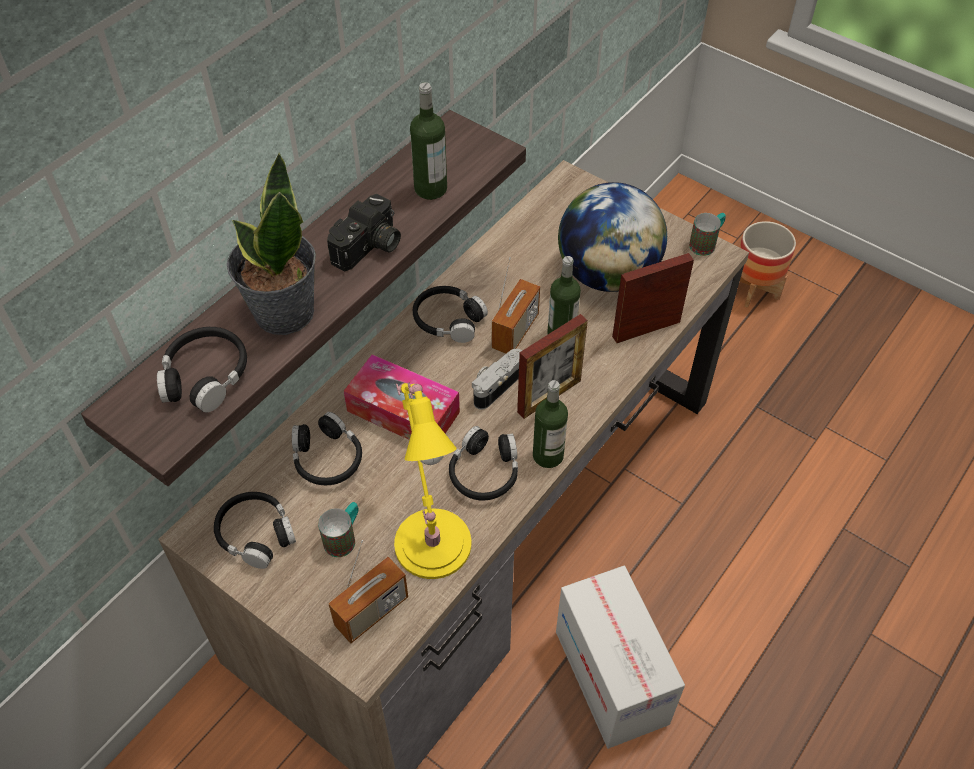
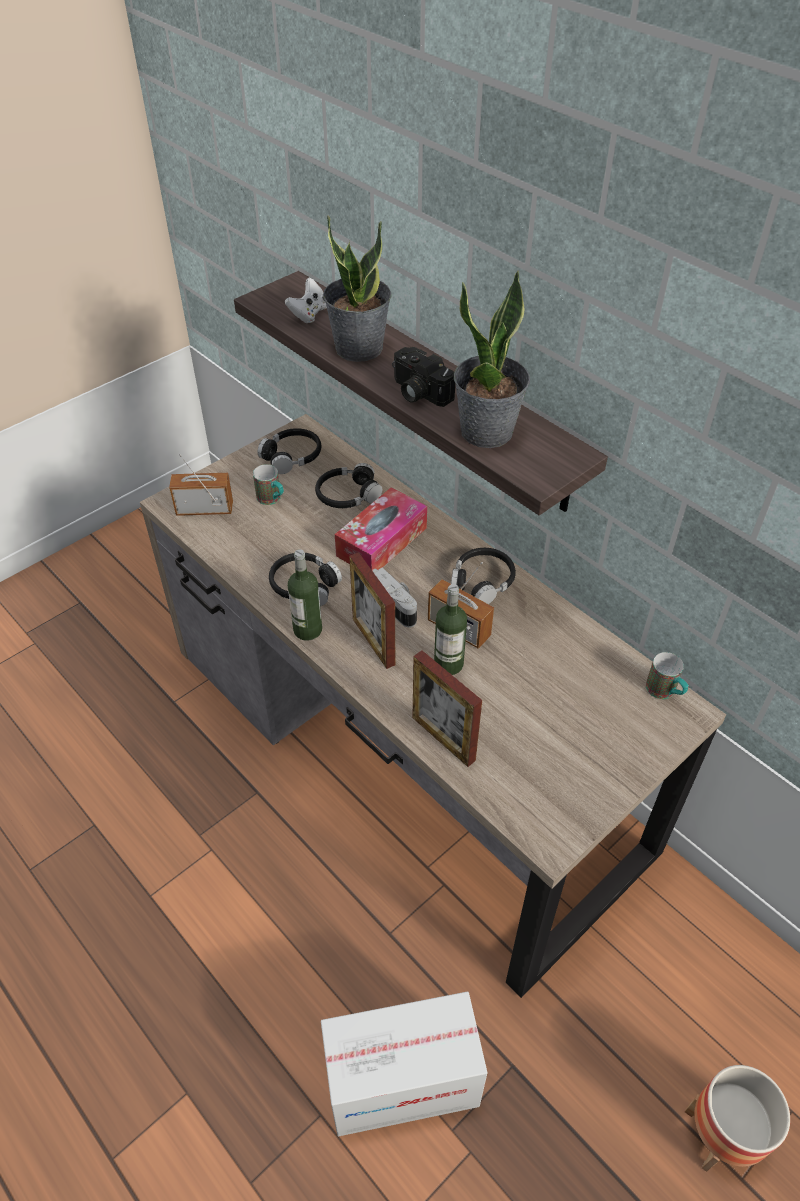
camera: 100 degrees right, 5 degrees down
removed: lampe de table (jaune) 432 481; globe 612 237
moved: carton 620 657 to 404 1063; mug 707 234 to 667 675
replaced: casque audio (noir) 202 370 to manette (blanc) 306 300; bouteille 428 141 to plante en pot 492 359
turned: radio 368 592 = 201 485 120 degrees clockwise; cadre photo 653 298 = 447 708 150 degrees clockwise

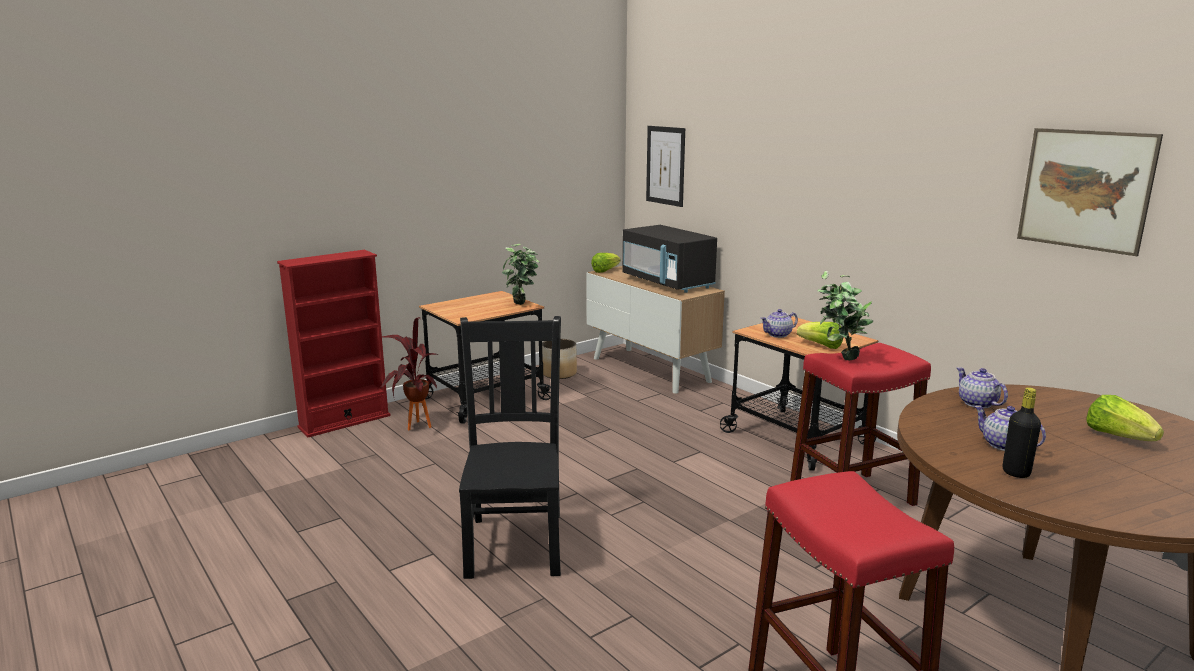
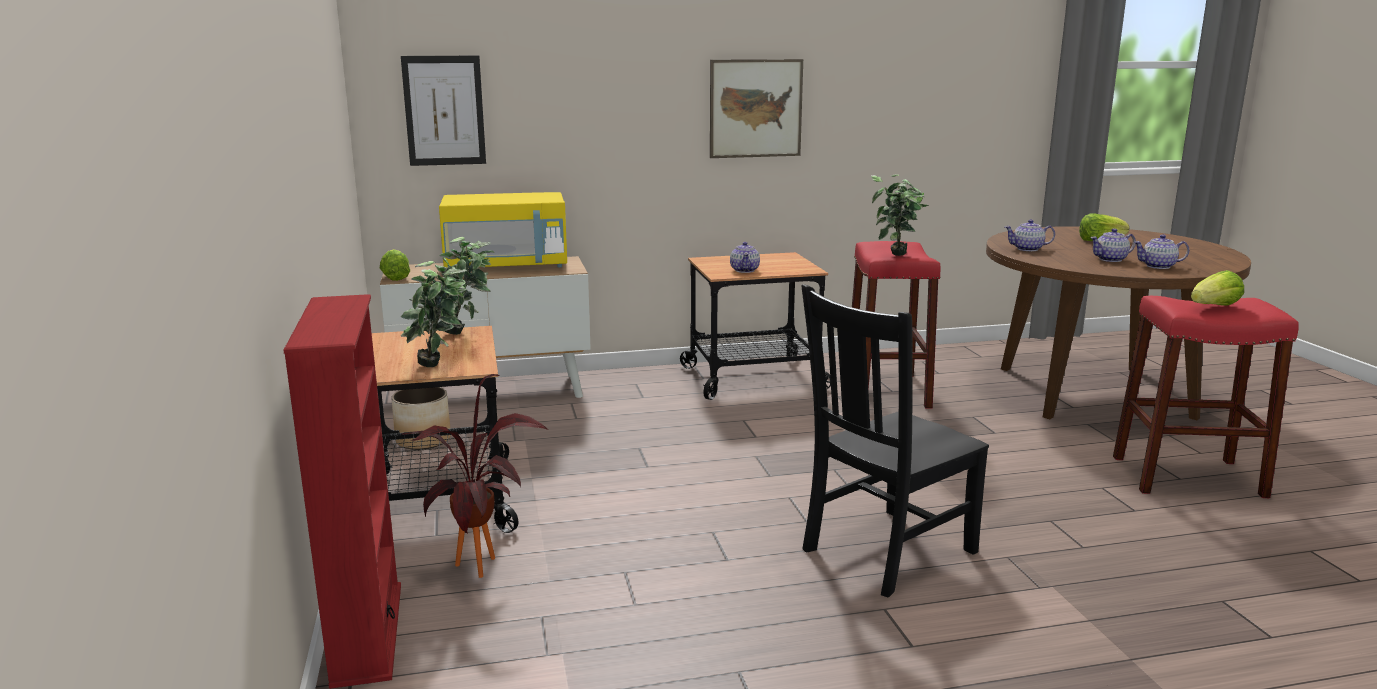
camera: 65 degrees left, 0 degrees up
added: plante en pot 434 314
moved: laitue 820 335 to 1217 288; tableau 1090 192 to 756 108
replaced: bouteille (noir) 1021 432 to théière 1161 251
recoloured: micro-ondes (noir) 670 259 to micro-ondes (jaune) 503 229
turned: chaise (noir) 510 447 = 895 441 60 degrees counterclockwise

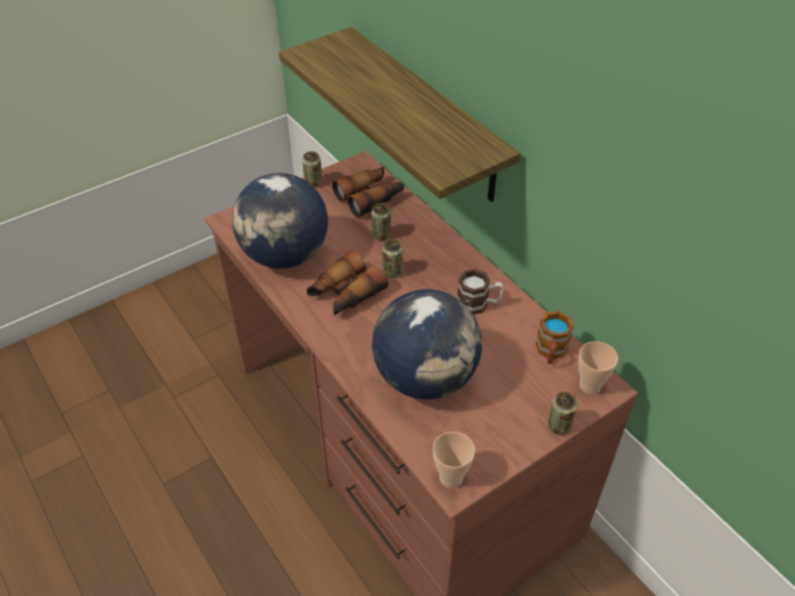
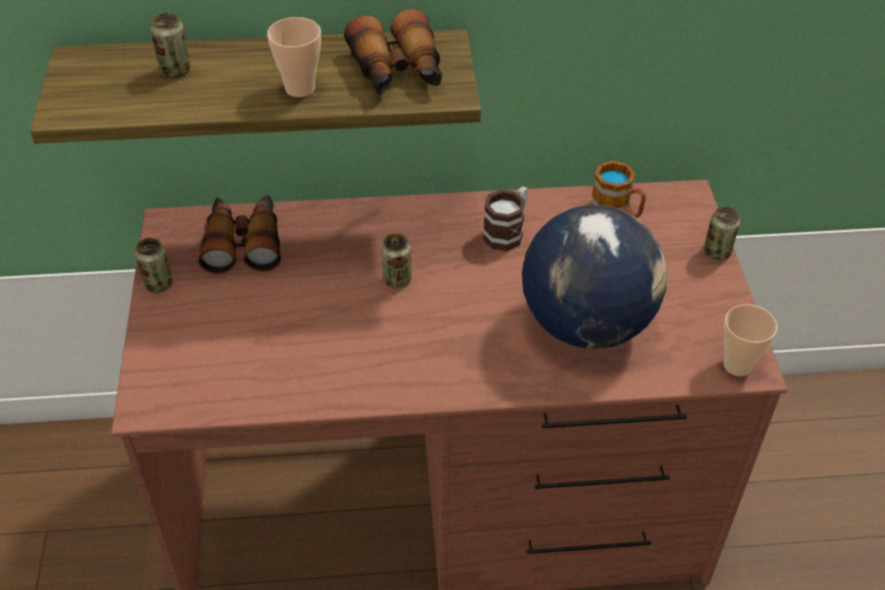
camera: 60 degrees left, 0 degrees up
removed: globe 280 221
moved: jumelles 347 282 to 393 52; boîte métallique 381 221 to 170 45; tasse 598 367 to 294 57

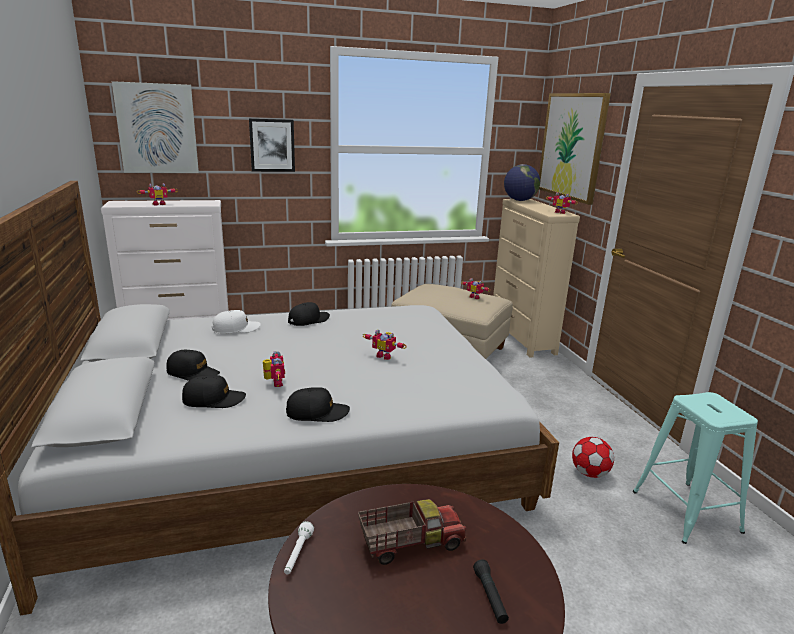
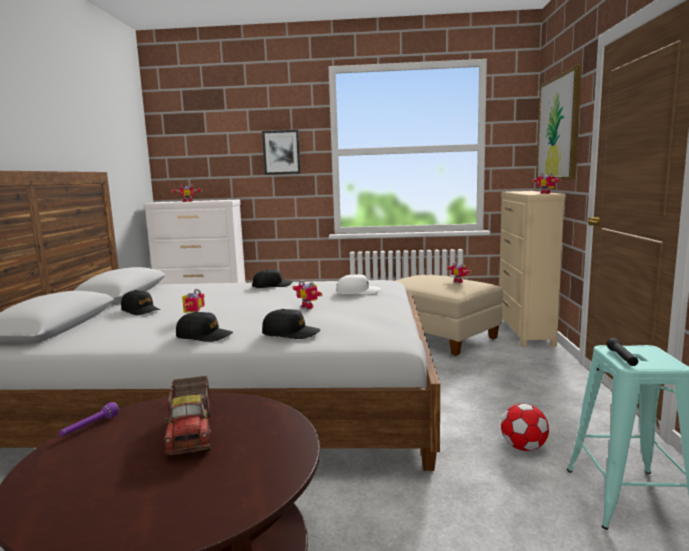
camera: 20 degrees right, 10 degrees down
removed: tableau 155 127; globe 522 182
moved: casquette (noir) 214 391 to 291 324; casquette (blanc) 236 322 to 358 284; lampe de poche (noir) 491 592 to 622 352
recoloured: lampe de poche (blanc) 299 548 to lampe de poche (violet) 89 419
turned: camion jouet 412 532 = 187 416 75 degrees clockwise

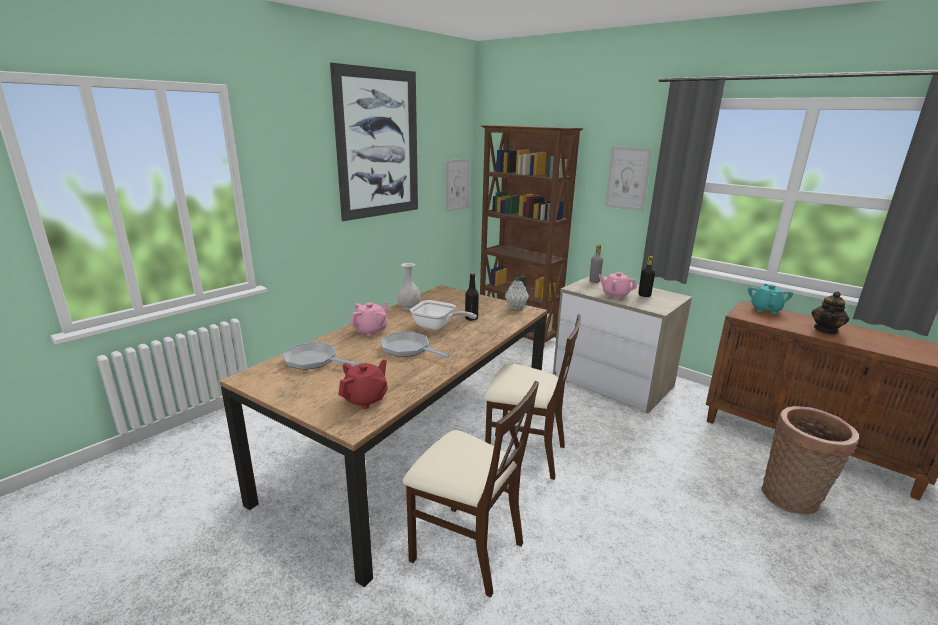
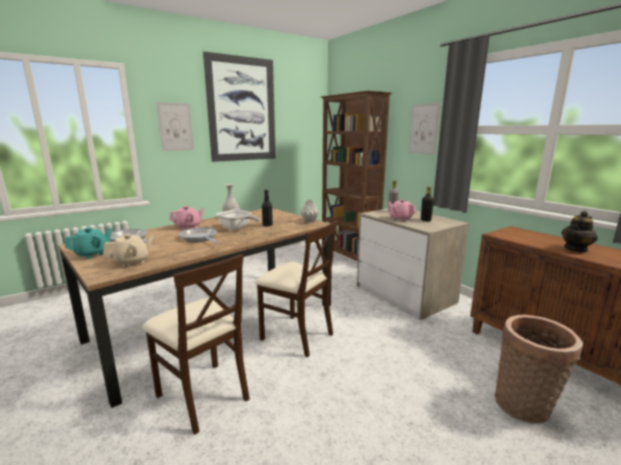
camera: 15 degrees right, 5 degrees down
moved: tableau 458 185 to 175 126; théière (turquoise) 770 299 to 88 243
recoloured: théière (rouge) 363 384 to théière (beige) 128 250

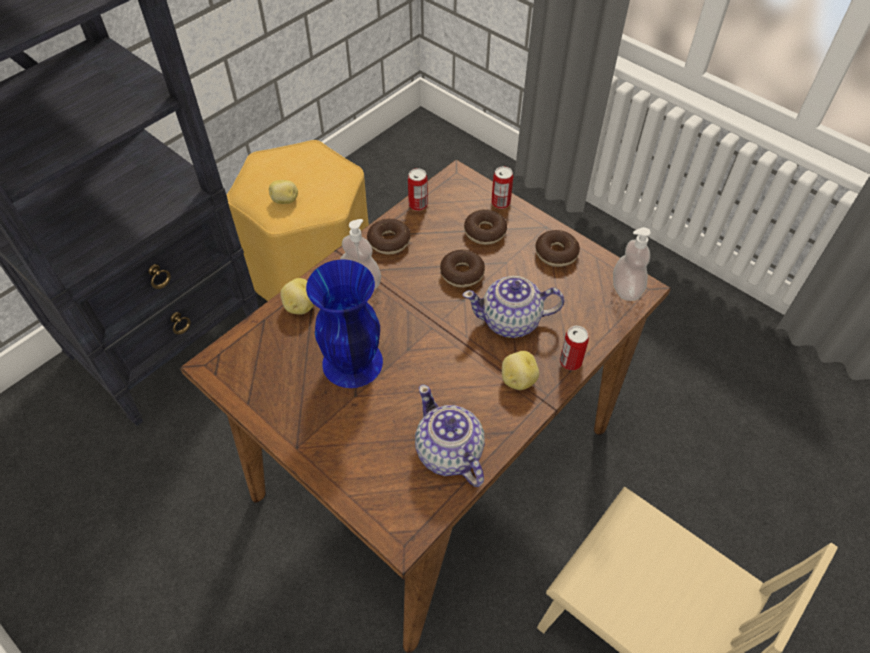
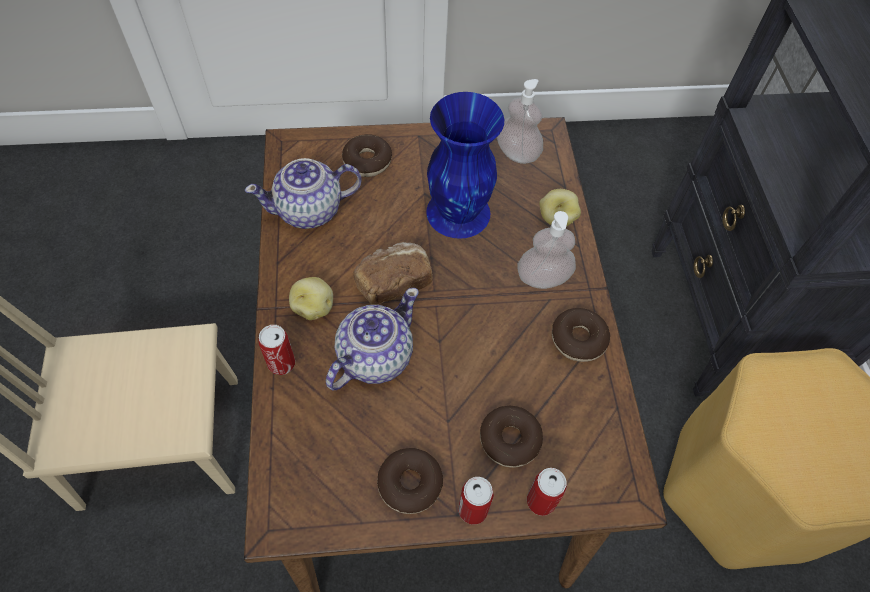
camera: 130 degrees right, 5 degrees up
removed: pomme de terre 283 192
added: pain 393 273
moved: boîte métallique 418 189 to 476 501; beignet 462 269 to 367 155; distributeur de savon 632 264 to 520 121
turned: théière 450 436 = 303 193 150 degrees clockwise

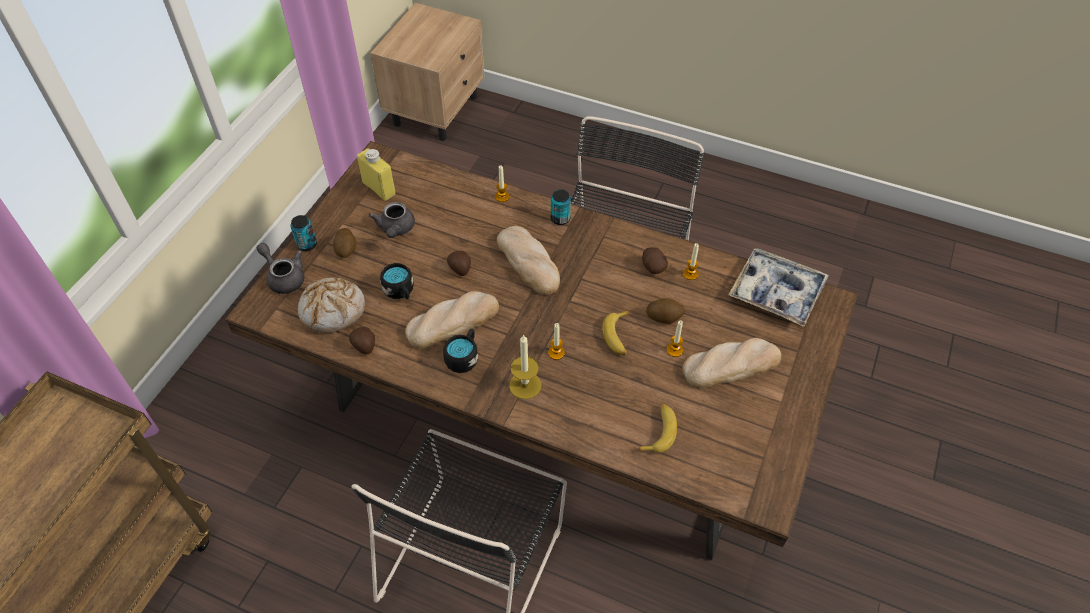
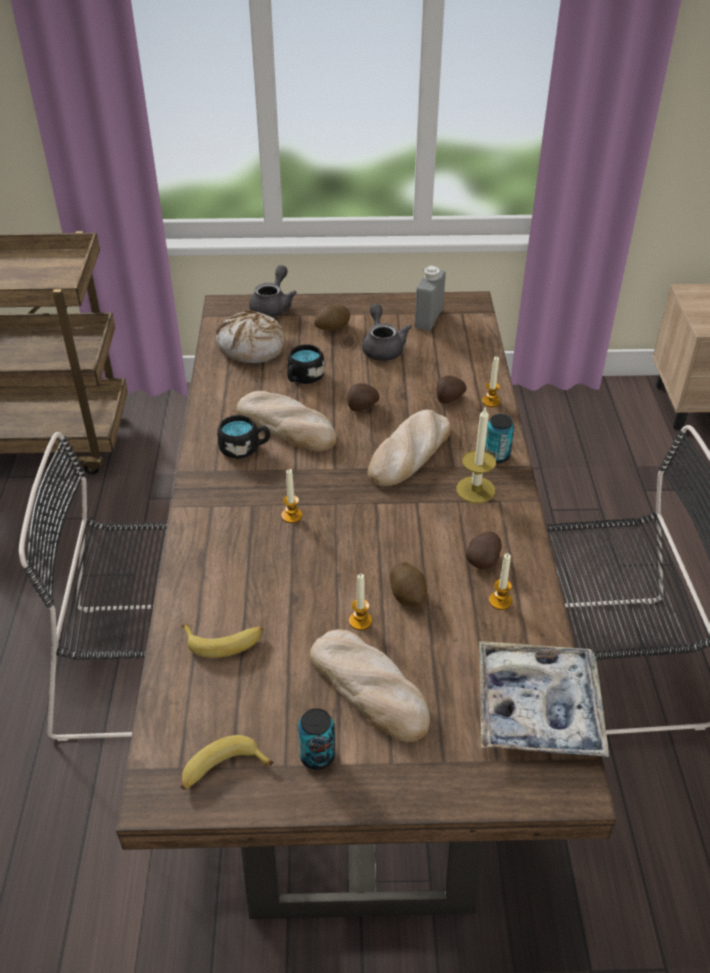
camera: 65 degrees right, 10 degrees down
moved: boîte métallique 304 233 to 316 739; pomme de terre 362 340 to 451 389; bougie 525 366 to 476 454; banane 615 333 to 227 762
recoloured: bouteille (jaune) 376 174 to bouteille (gris) 430 298
turned: théière (gris) 392 220 = 387 332 105 degrees clockwise

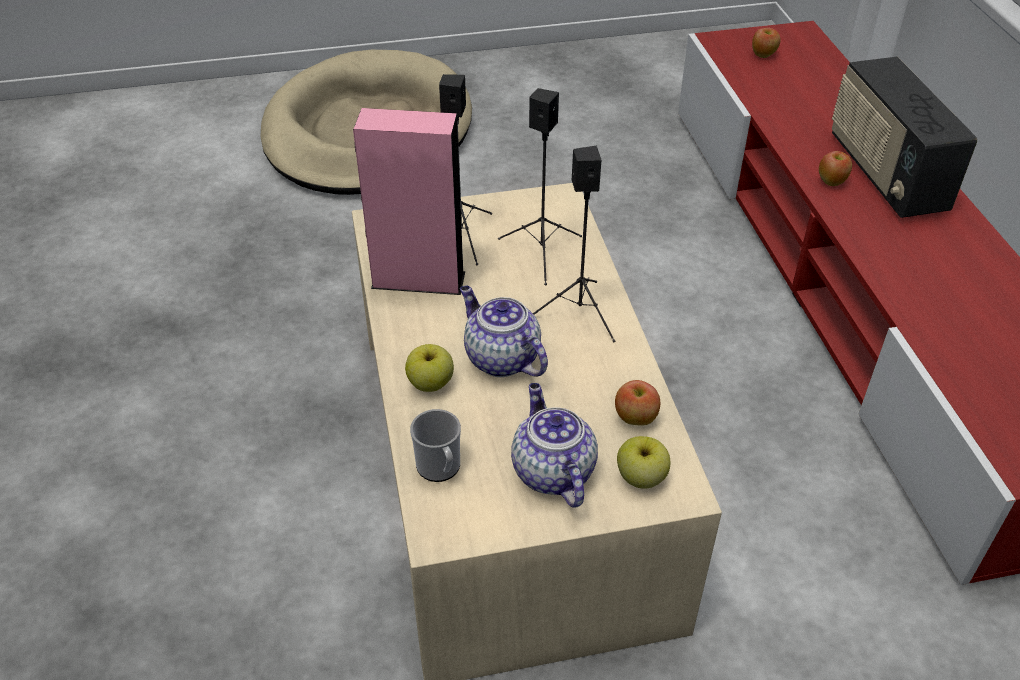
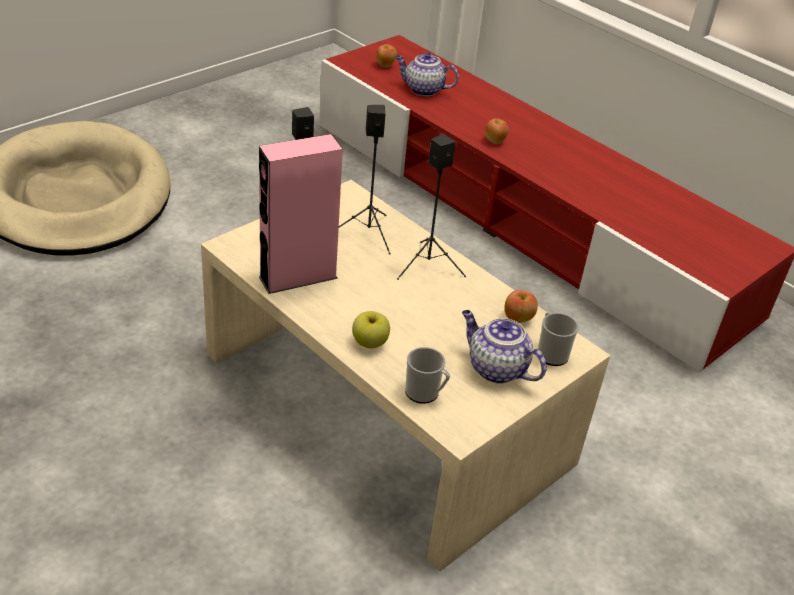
camera: 35 degrees left, 5 degrees down
removed: radio 904 137
moved: théière 504 331 to 427 74
replaced: pomme 643 462 to mug 558 339

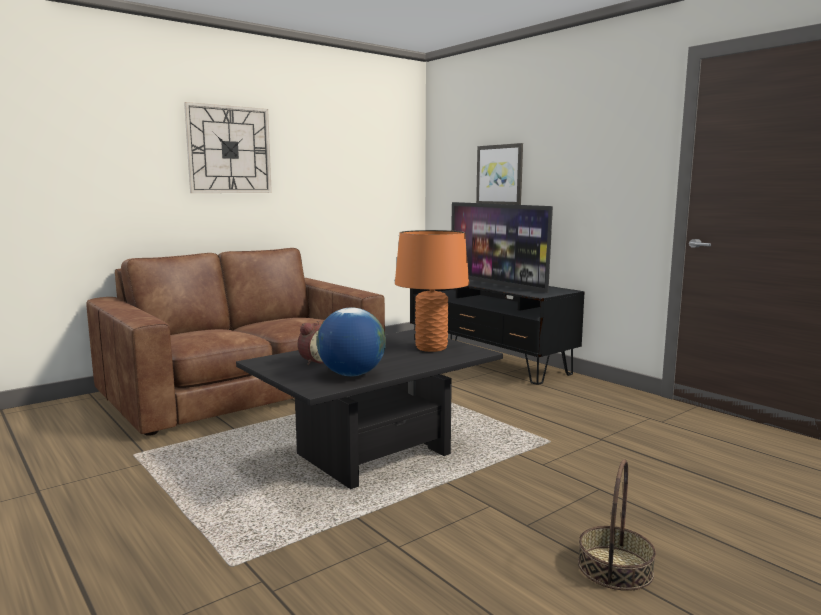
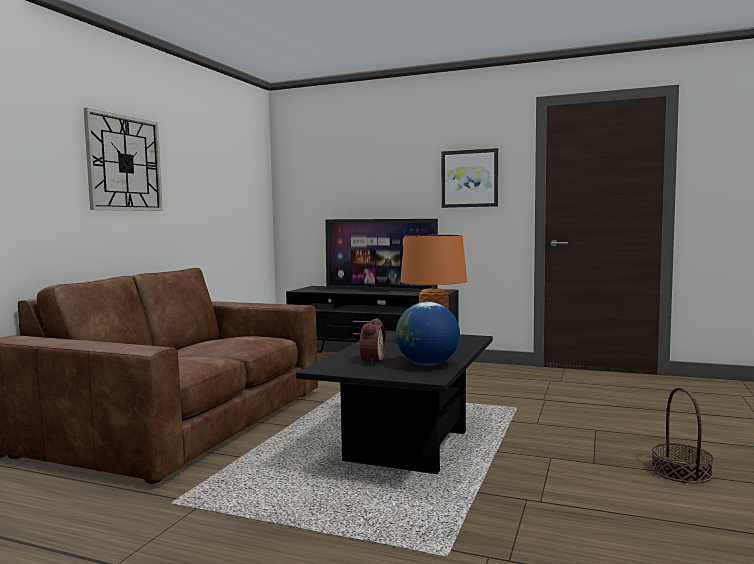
camera: 30 degrees left, 5 degrees down
moved: tableau 499 174 to 469 178

